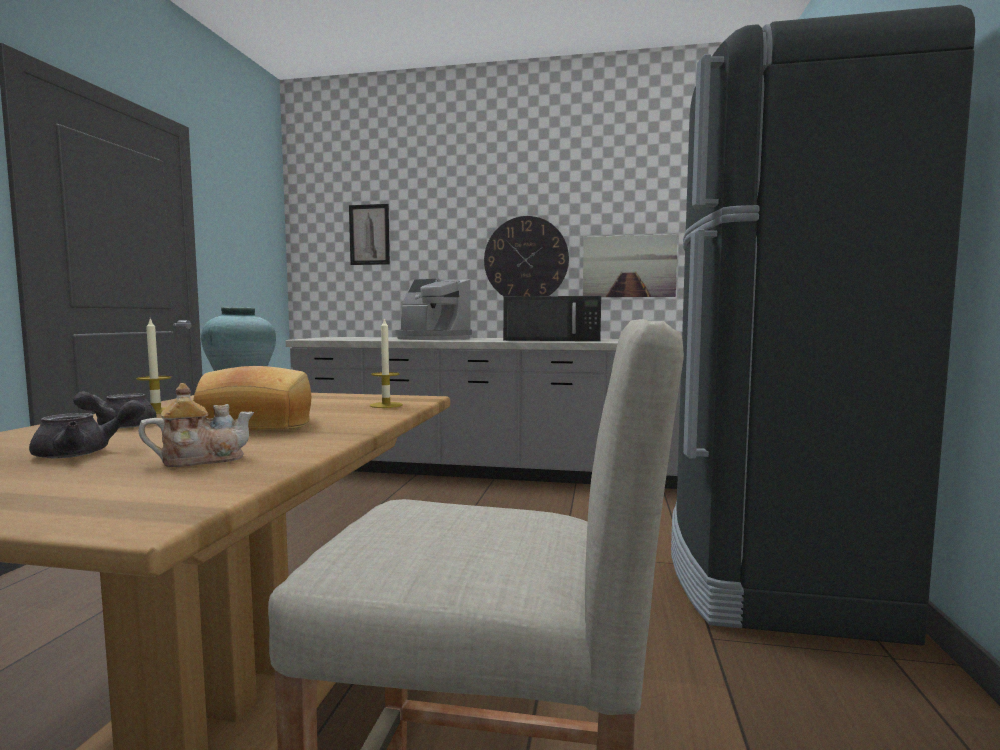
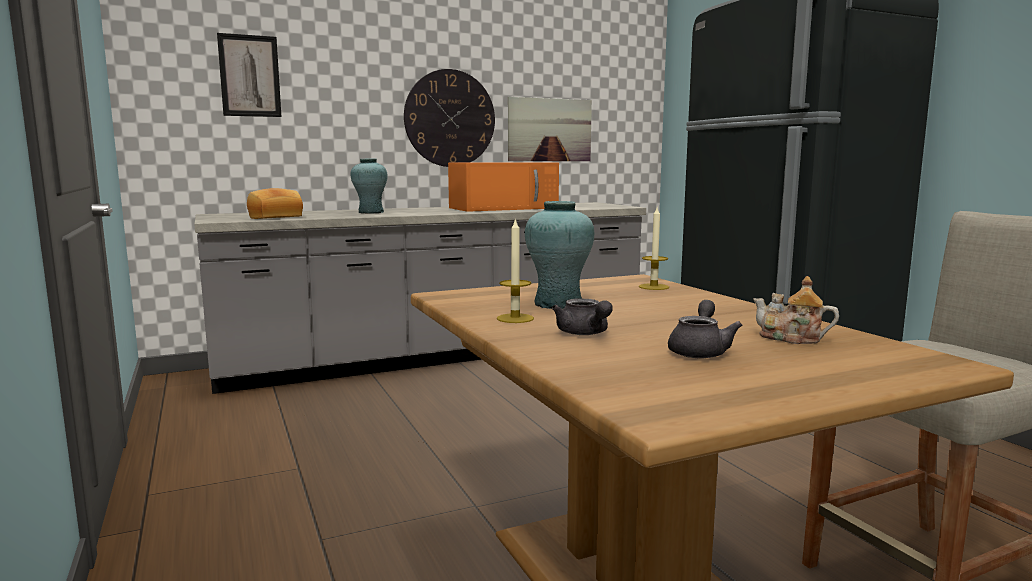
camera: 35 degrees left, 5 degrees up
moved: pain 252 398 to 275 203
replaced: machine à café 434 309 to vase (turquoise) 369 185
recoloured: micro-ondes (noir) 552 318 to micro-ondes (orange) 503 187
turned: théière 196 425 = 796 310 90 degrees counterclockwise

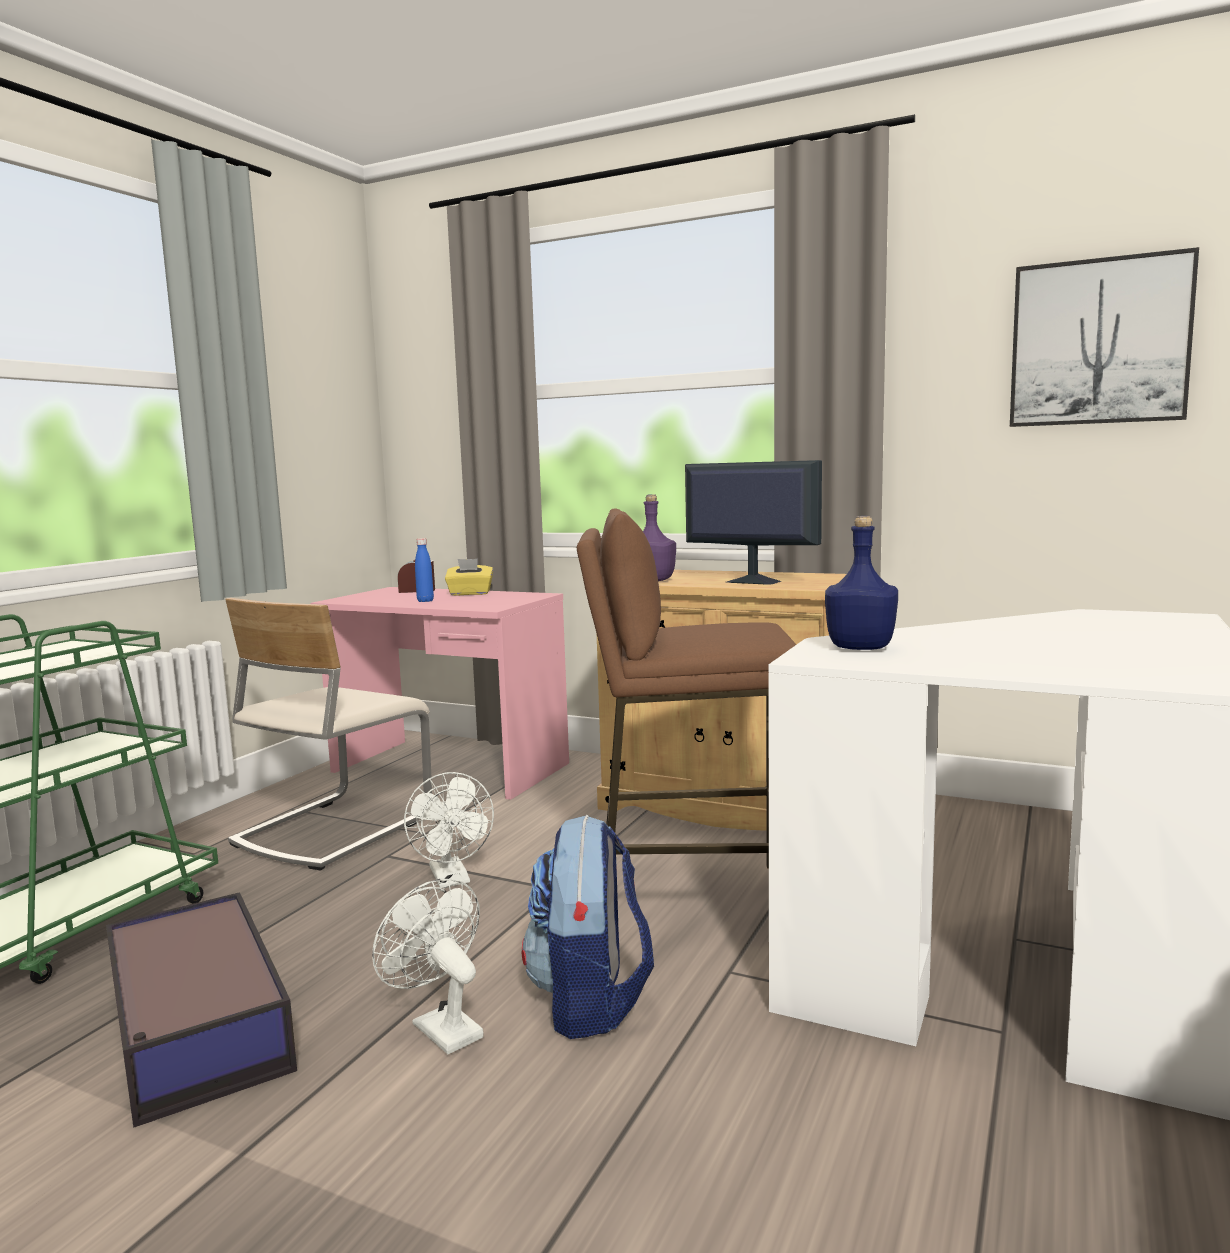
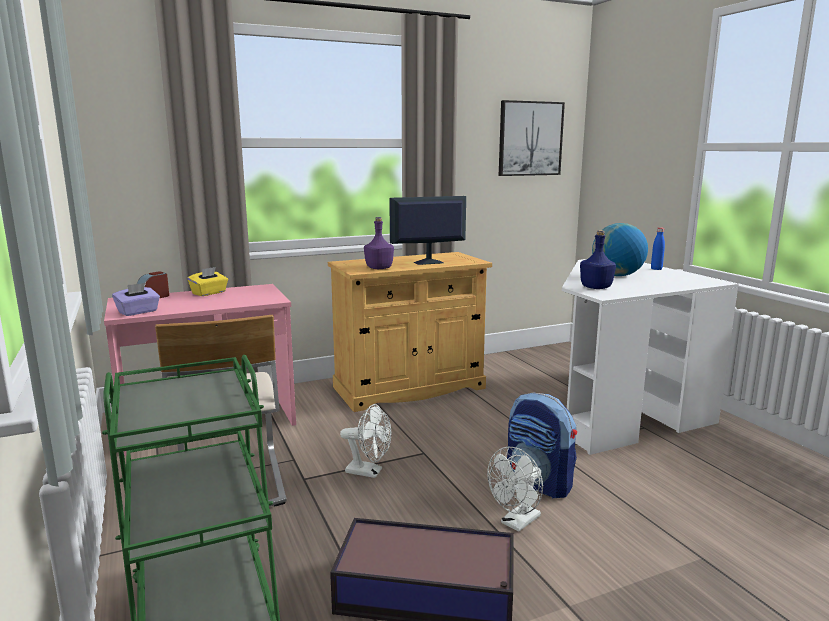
camera: 50 degrees left, 5 degrees up
removed: tabouret (marron) 686 689
added: boîte à mouchoirs (violet) 136 299; globe 620 249
moved: bouteille (bleu) 424 570 to 658 248
turned: ventilateur (blanc) 428 966 = 515 489 45 degrees counterclockwise

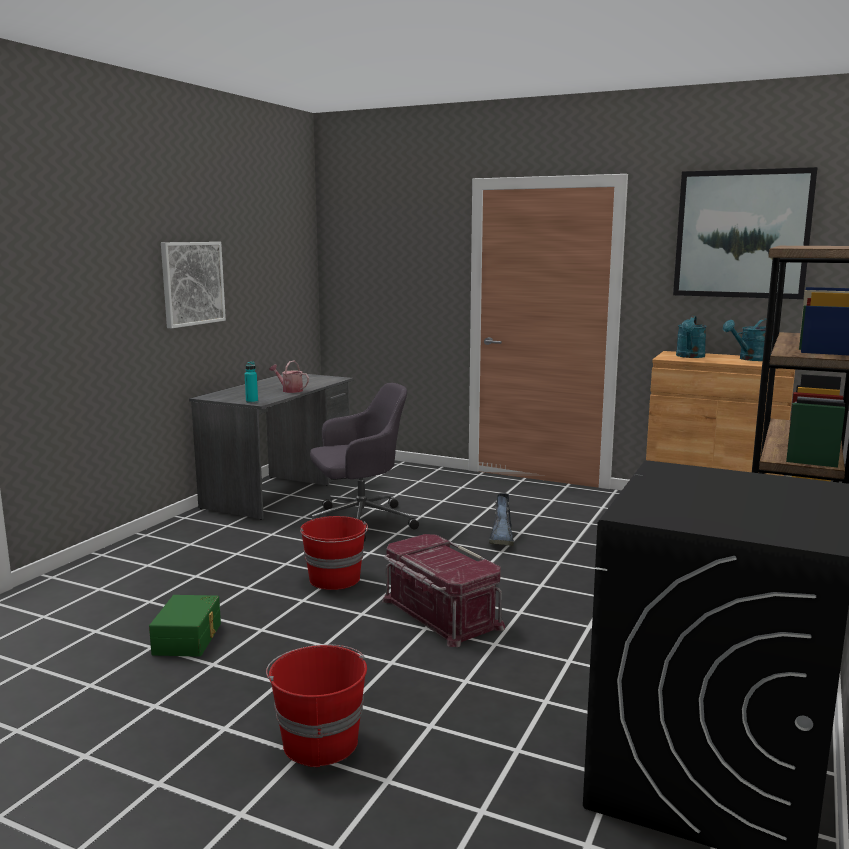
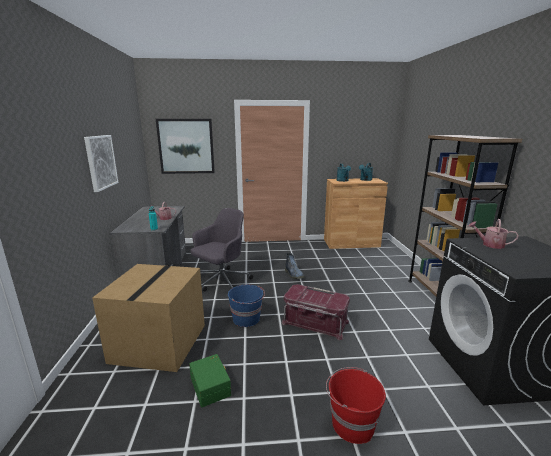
camera: 30 degrees left, 5 degrees up
added: carton 148 318; arrosoir 493 234
moved: tableau 745 233 to 185 146
recoloured: seau (rouge) 334 553 to seau (bleu) 246 306

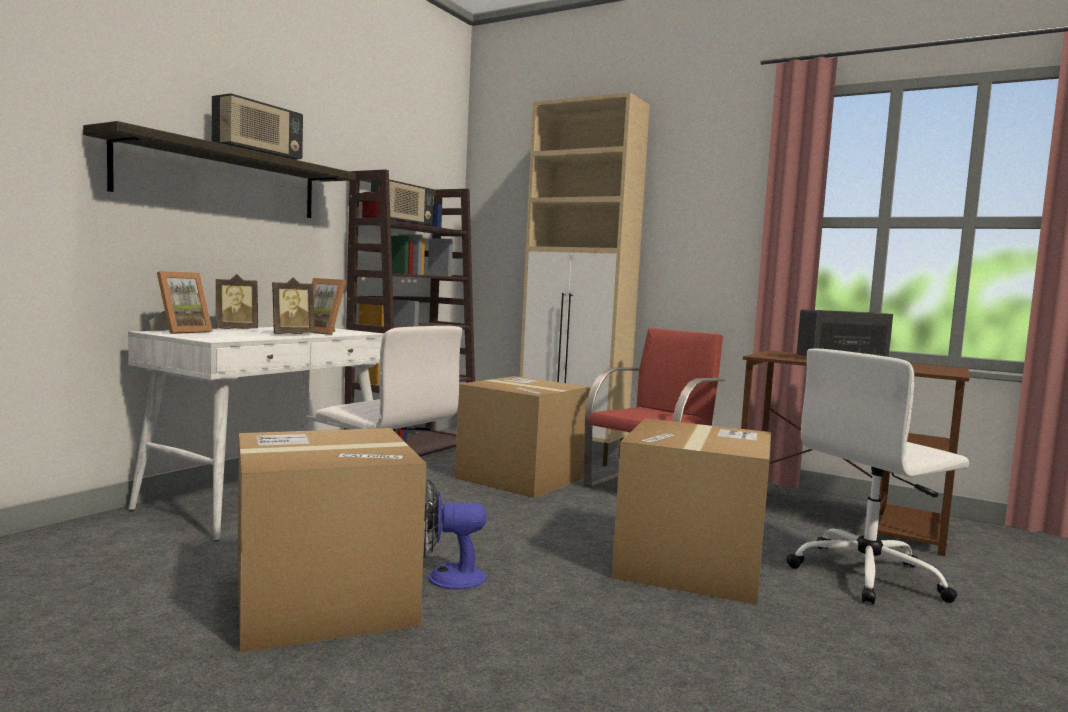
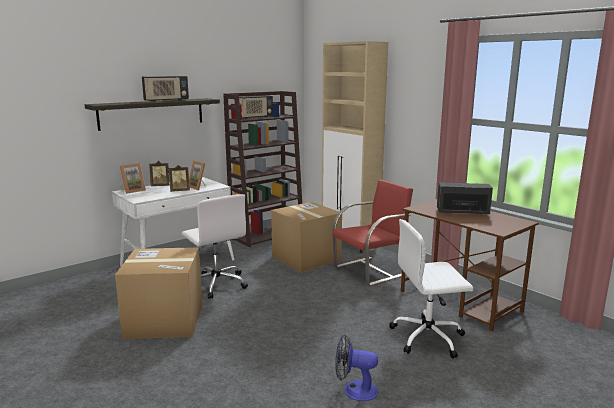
camera: 20 degrees right, 10 degrees up
removed: carton 691 511
moved: ventilateur 454 534 to 356 367

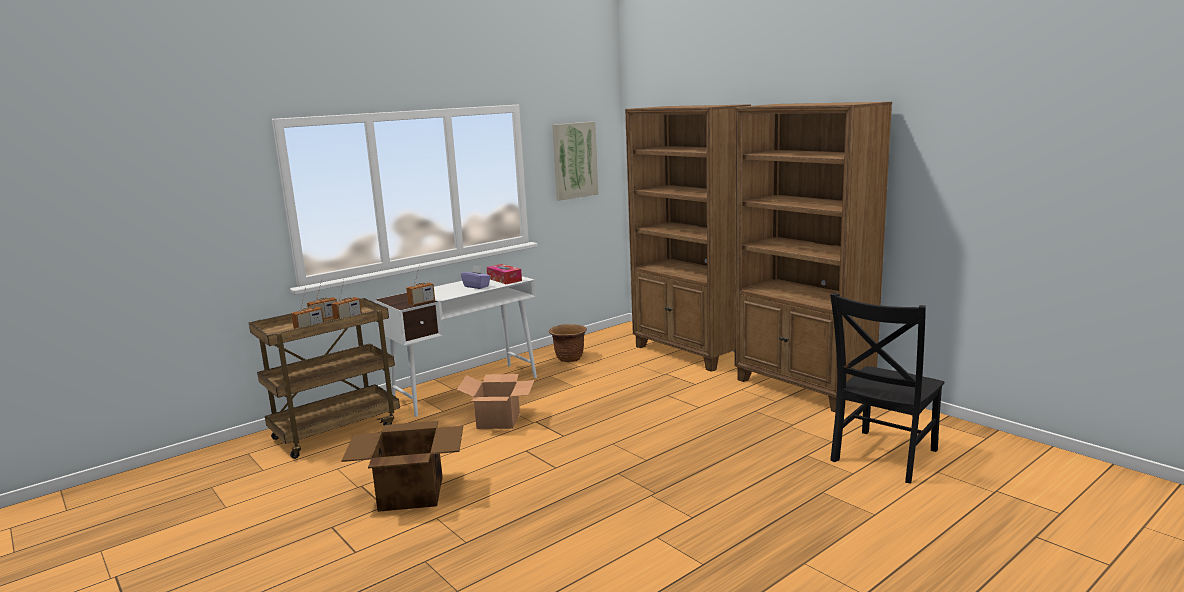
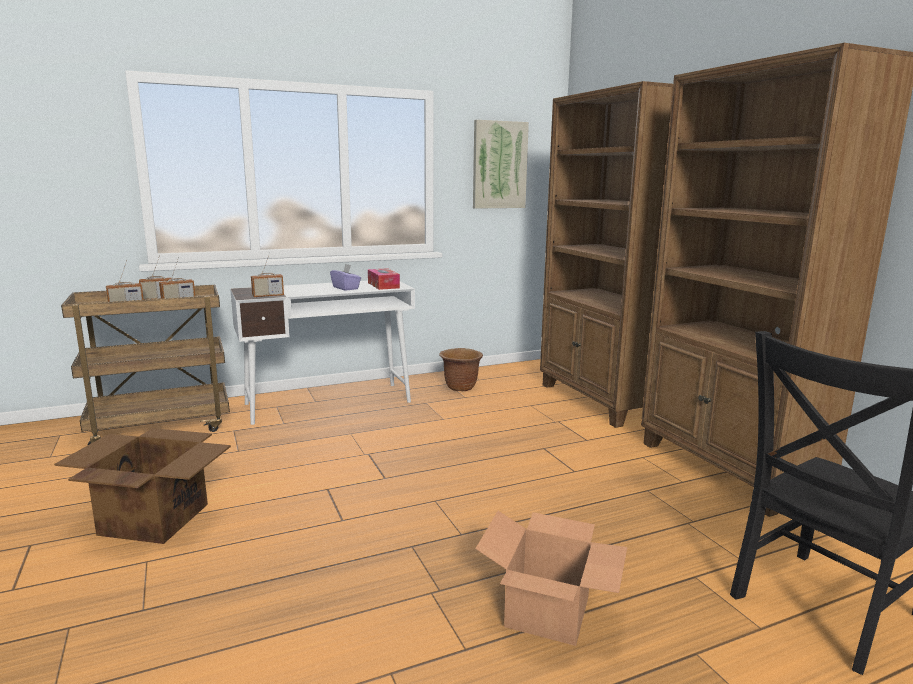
camera: 15 degrees right, 0 degrees up
moved: carton 496 401 to 551 578

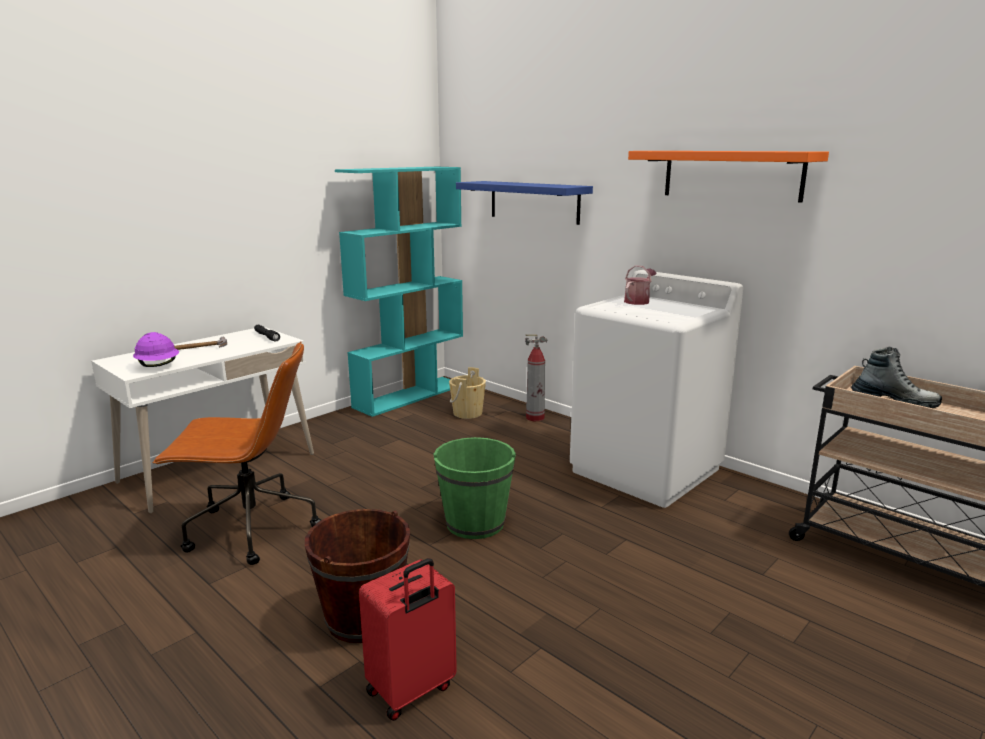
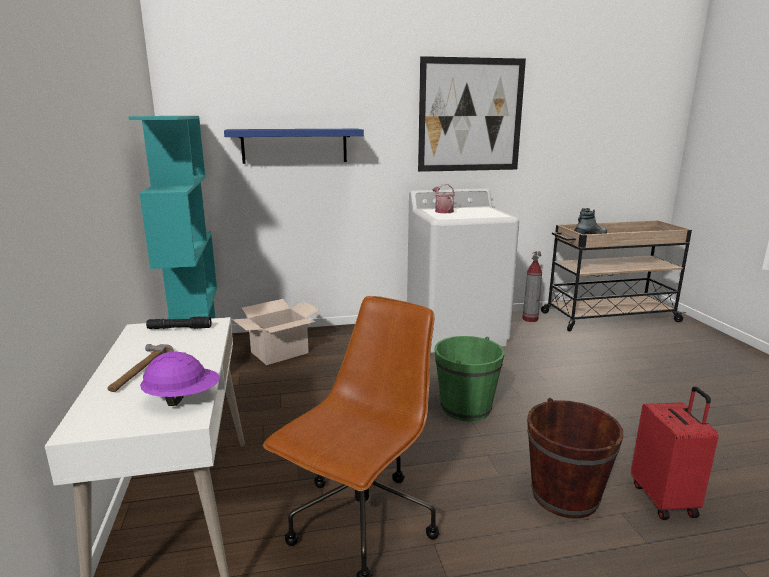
camera: 55 degrees left, 0 degrees up
moved: extincteur 536 377 to 532 286
replaced: seau (beige) 467 393 to carton 276 332; étagère (orange) 728 177 to tableau 472 114

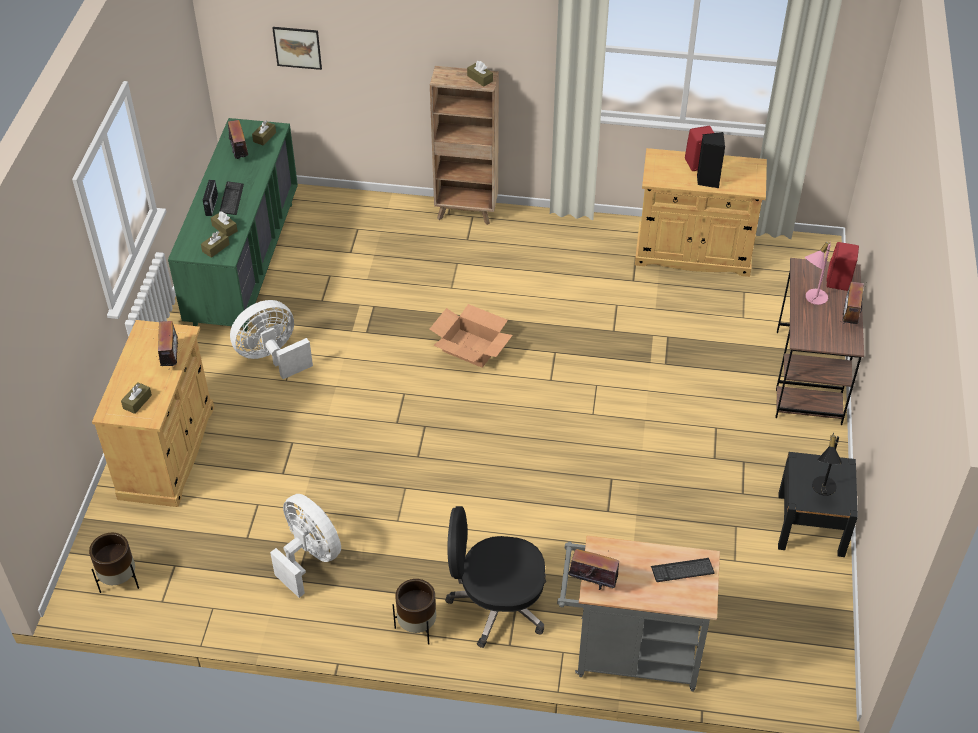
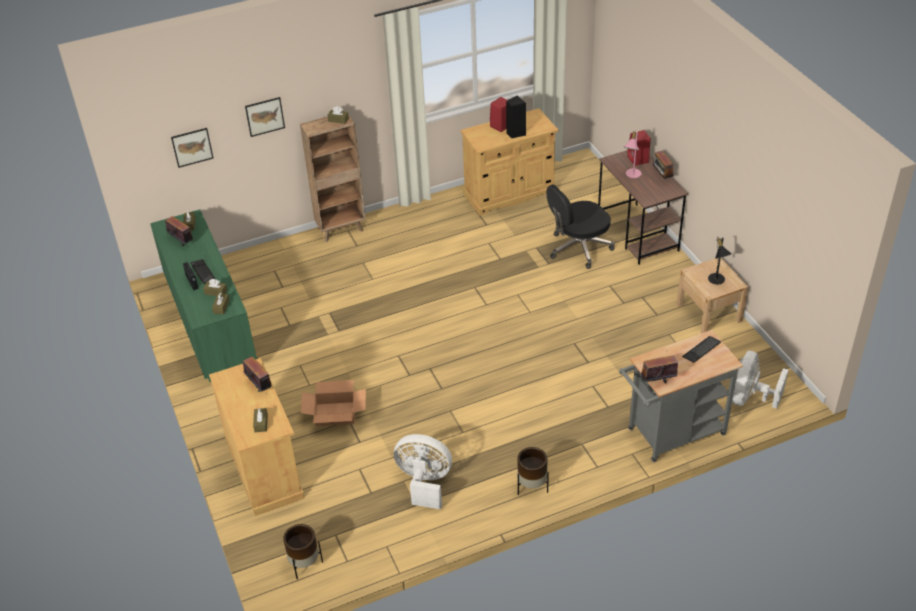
camera: 30 degrees left, 5 degrees down
added: tableau 265 117
moved: ventilateur (blanc) 271 339 to 760 380; carton 471 336 to 333 403; chaise de bureau (noir) 495 577 to 580 226
recoloured: table de chevet (noir) 818 504 to table de chevet (beige) 712 295

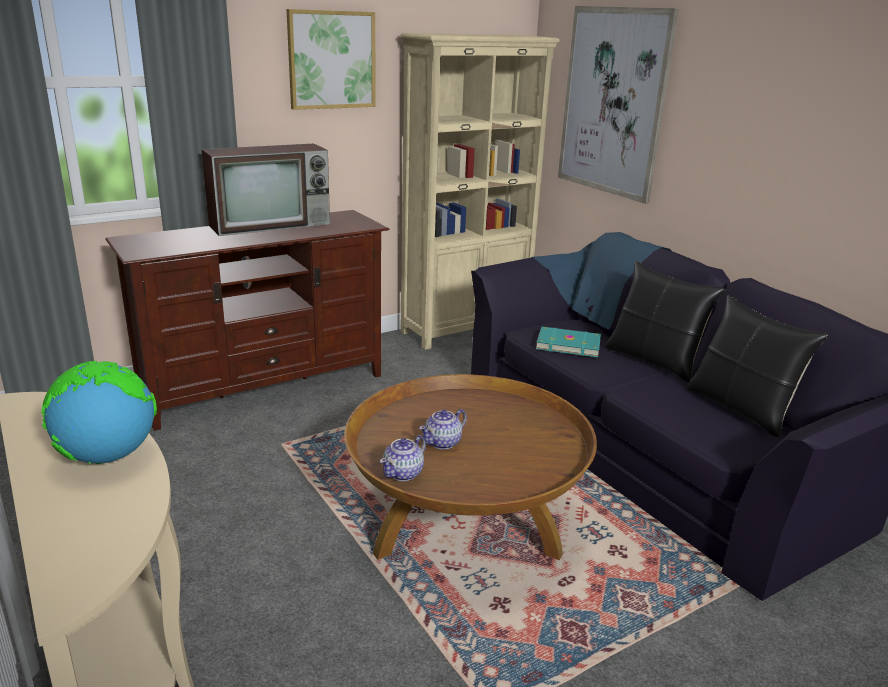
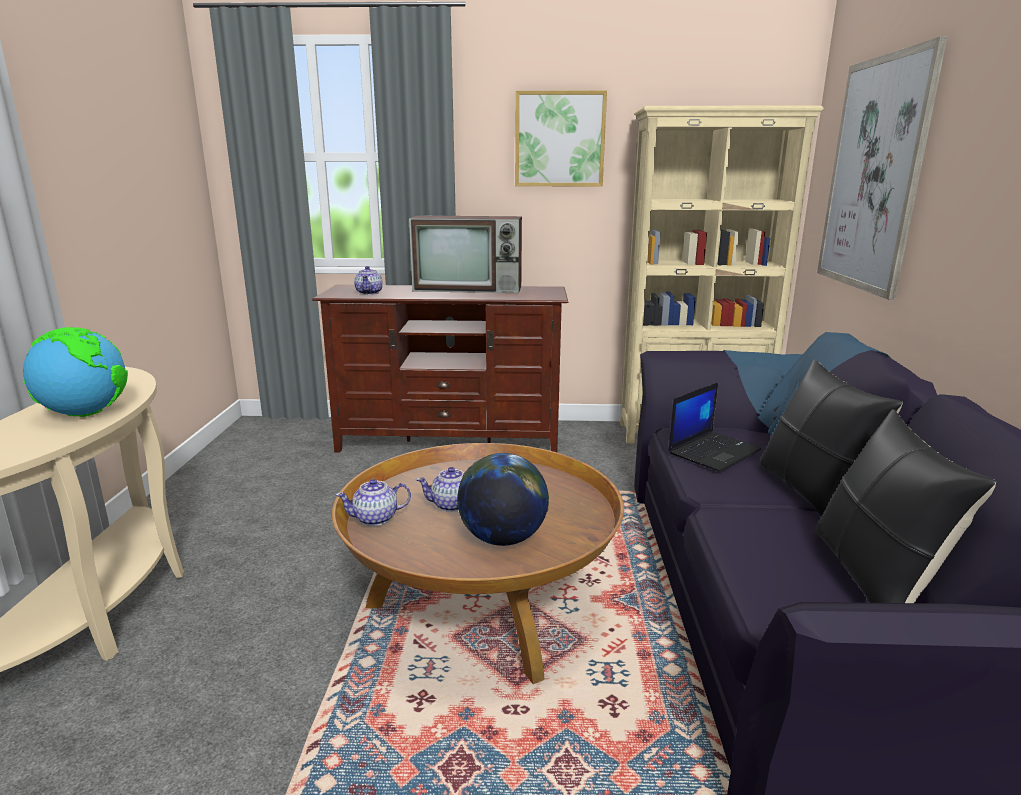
camera: 35 degrees right, 5 degrees down
added: théière 368 280; globe 503 499
replaced: livre (turquoise) 568 342 to ordinateur portable 714 426

